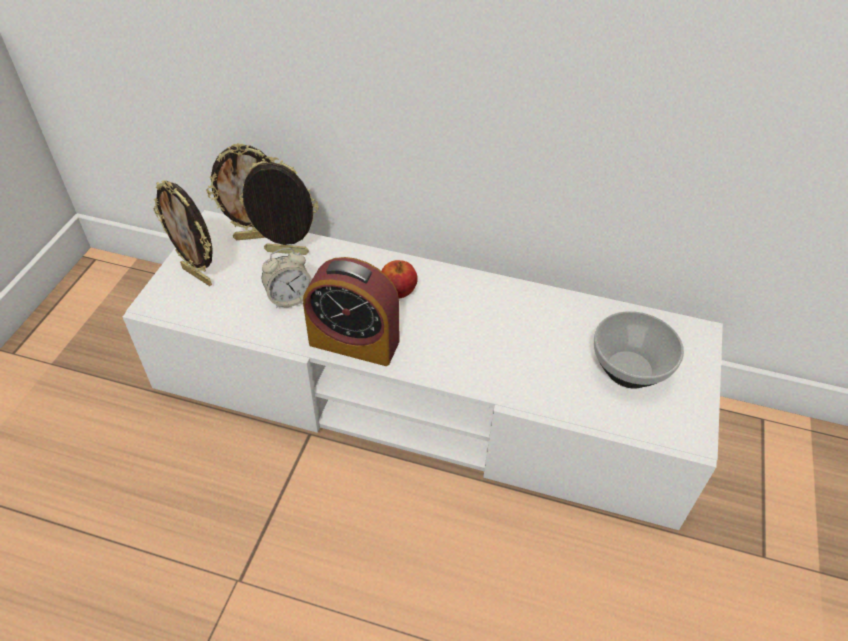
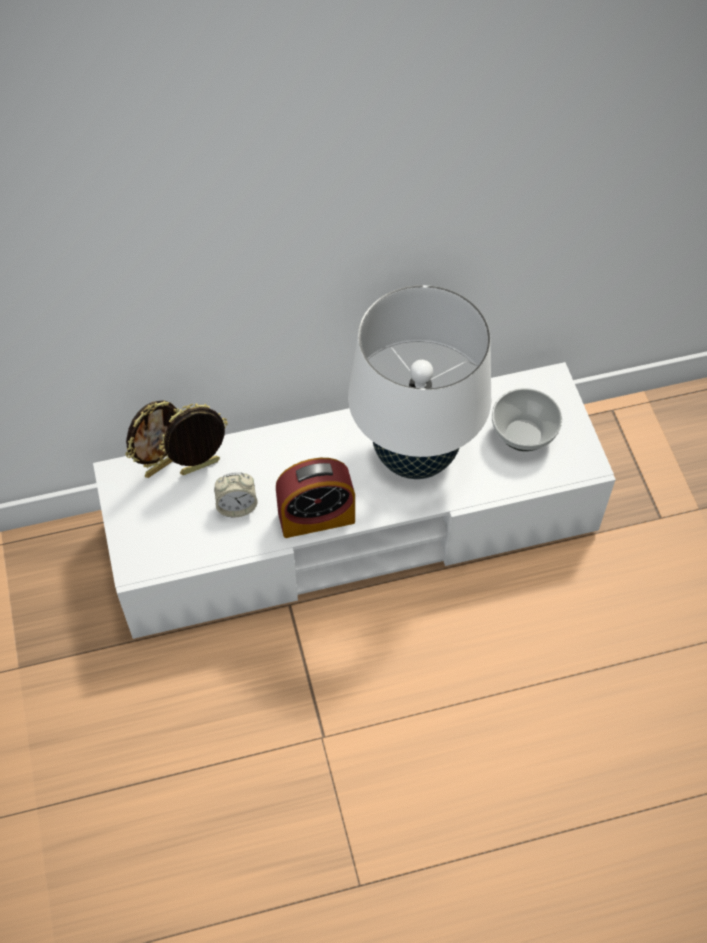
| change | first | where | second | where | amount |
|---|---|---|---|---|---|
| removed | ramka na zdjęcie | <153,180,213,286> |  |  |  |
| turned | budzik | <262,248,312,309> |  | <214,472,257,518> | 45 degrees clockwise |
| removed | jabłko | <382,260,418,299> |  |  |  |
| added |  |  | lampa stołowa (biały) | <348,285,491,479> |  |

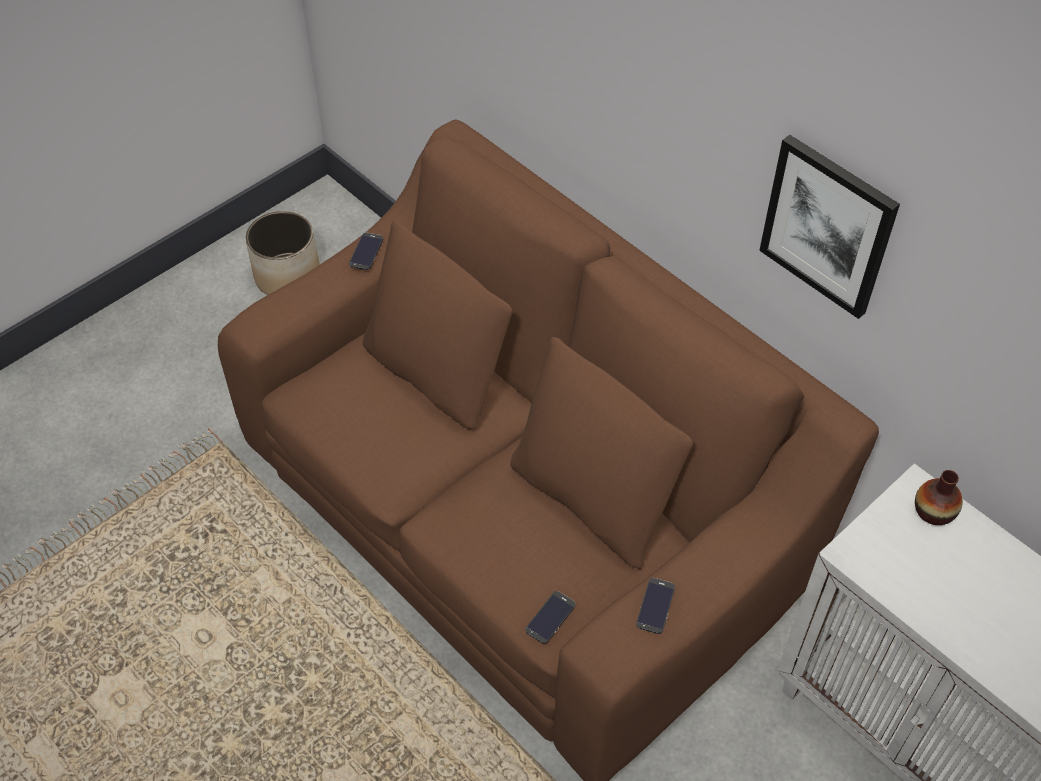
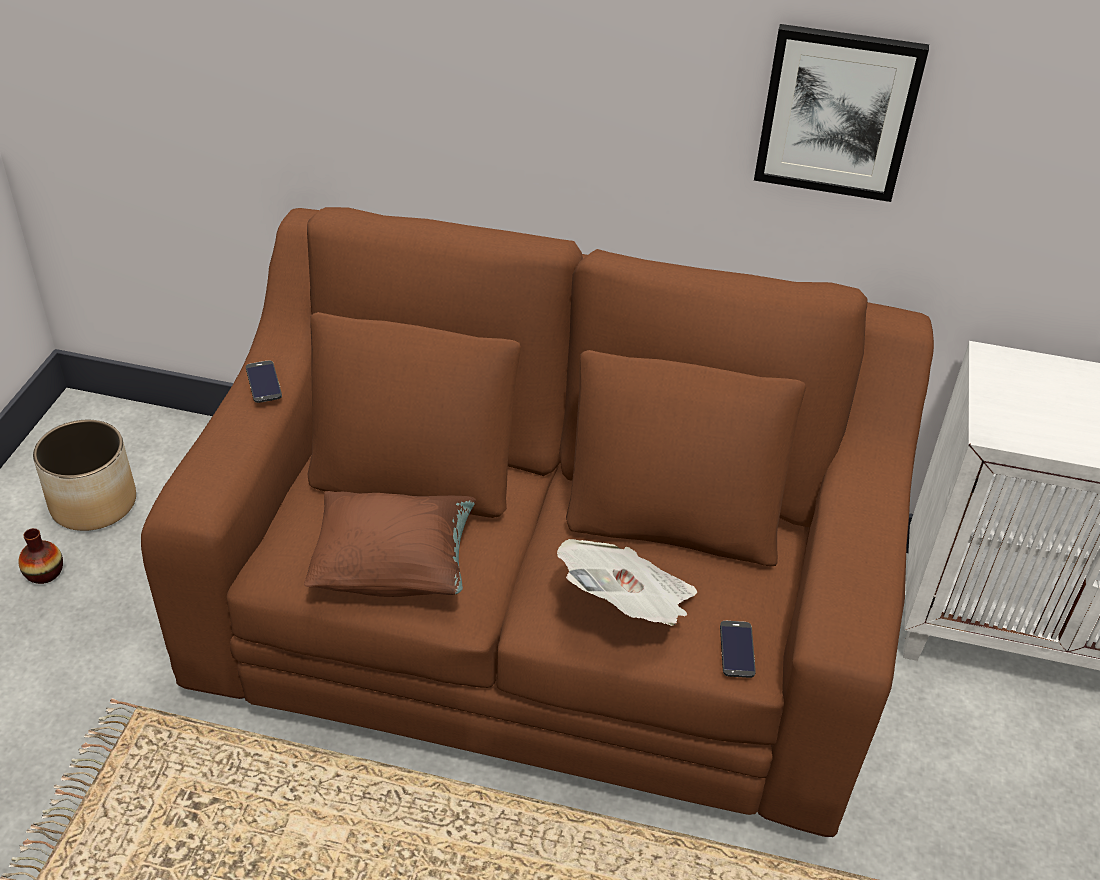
| change | first | where | second | where | amount |
|---|---|---|---|---|---|
| removed | telefon | <636,578,675,634> |  |  |  |
| moved | wazon | <915,470,963,525> |  | <18,528,63,584> |  |
| added |  |  | poduszka (brązowy) | <304,491,476,597> |  |
| added |  |  | gazeta | <557,539,697,626> |  |

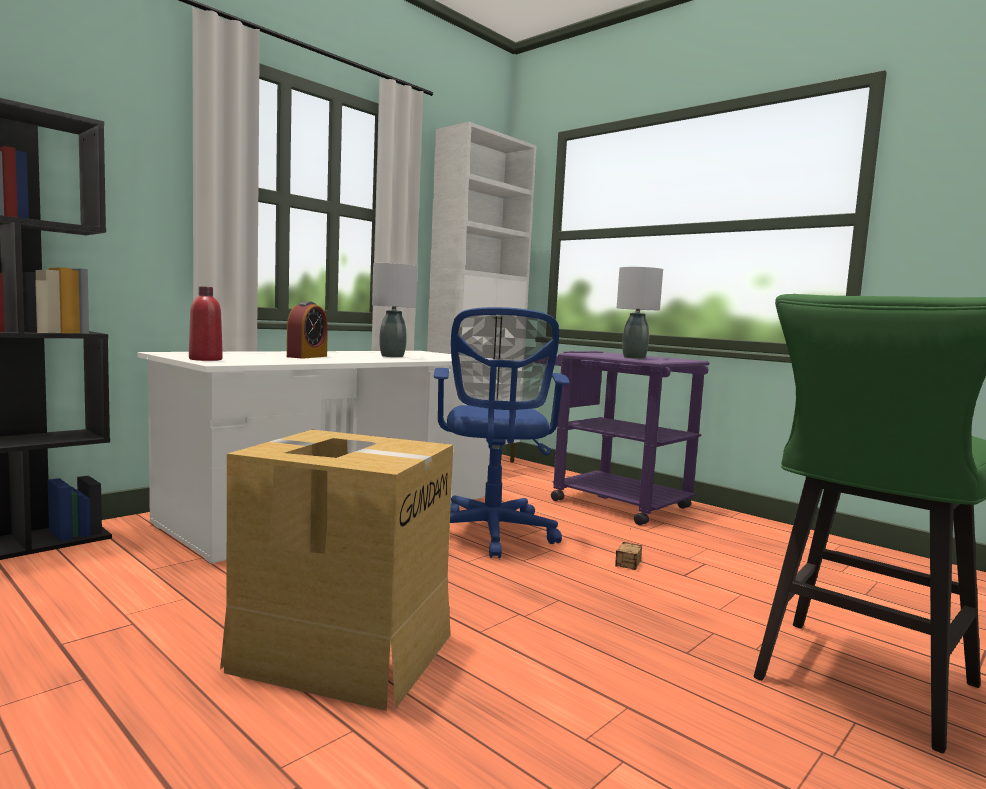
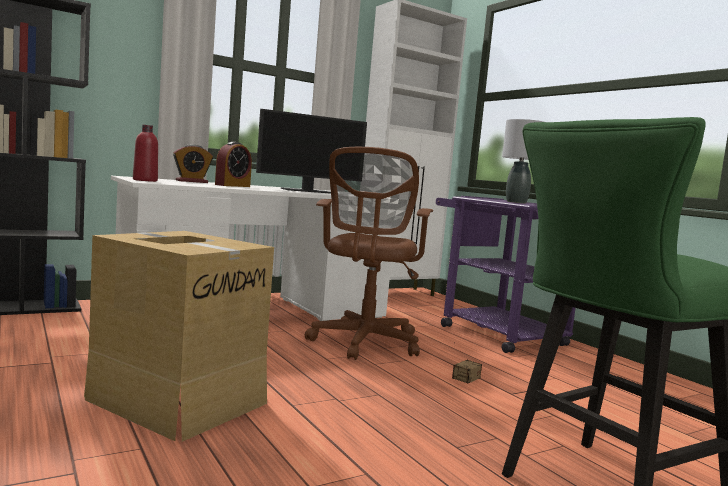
| change | first | where | second | where | amount |
|---|---|---|---|---|---|
| replaced | lampa stołowa (szary) | <372,263,418,357> | monitor | <256,109,367,194> |  |
| recoloured | krzesło biurowe (niebieski) | <434,307,569,558> | krzesło biurowe (brązowy) | <305,147,433,360> |  |
| added |  |  | budzik | <173,145,213,183> |  |

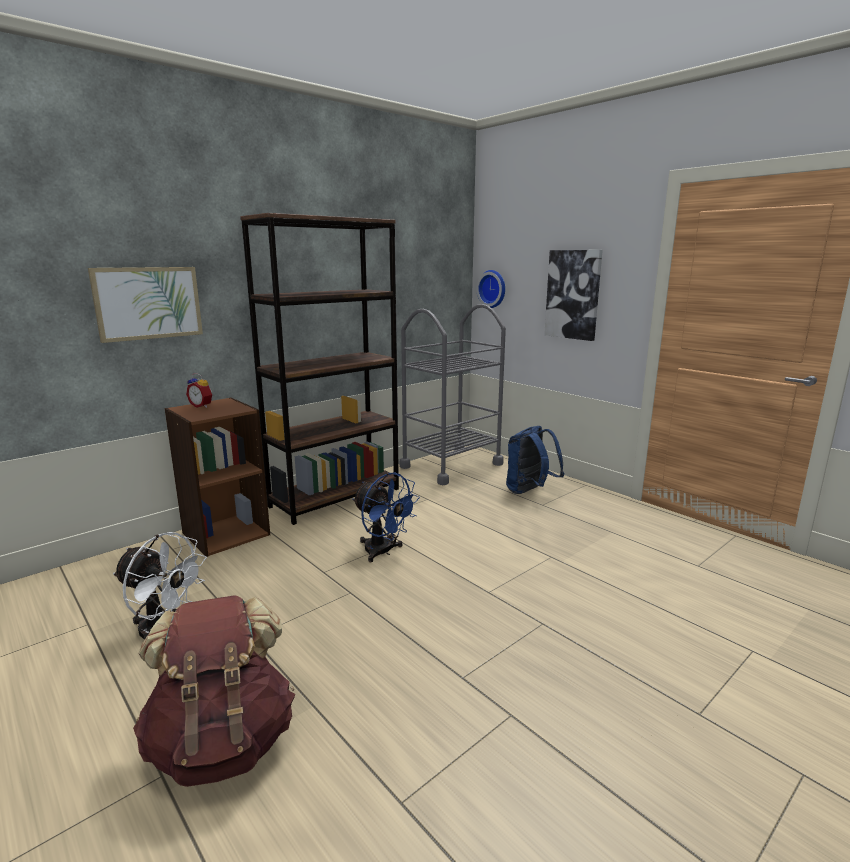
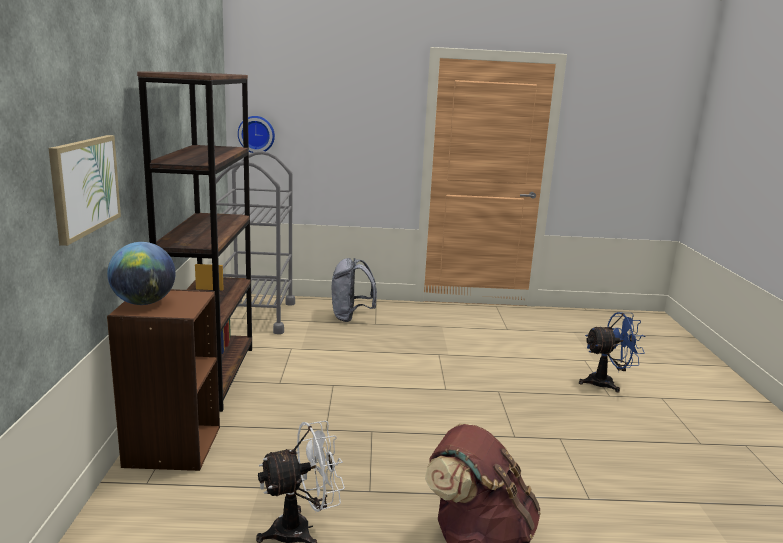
| change | first | where | second | where | amount |
|---|---|---|---|---|---|
| replaced | budzik | <186,373,212,408> | globus | <107,242,176,305> |  |
| moved | wentylator (niebieski) | <352,473,420,562> |  | <579,312,646,393> |  |
| recoloured | plecak (niebieski) | <506,426,564,494> | plecak (szary) | <332,258,377,322> |  |
| removed | obraz | <544,250,603,341> |  |  |  |

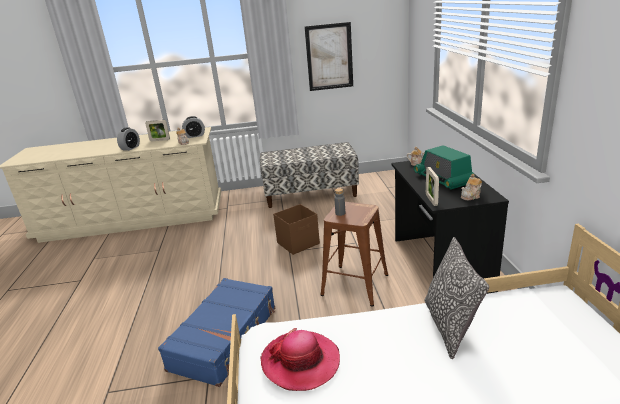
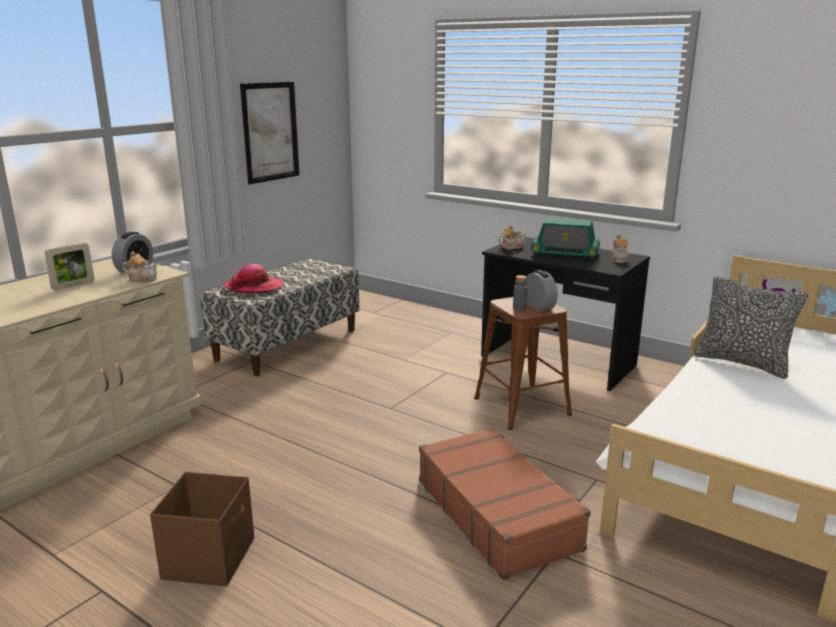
| change | first | where | second | where | amount |
|---|---|---|---|---|---|
| moved | budzik | <117,128,140,151> |  | <525,270,558,311> |  |
| recoloured | walizka (niebieski) | <158,278,275,387> | walizka (brązowy) | <419,427,591,580> |  |
| moved | kapelusz | <260,328,340,391> |  | <224,264,284,294> |  |
| moved | pojemnik do przechowywania (brązowy) | <273,204,320,255> |  | <150,472,254,587> |  |
| removed | ramka na zdjęcie | <426,167,439,206> |  |  |  |

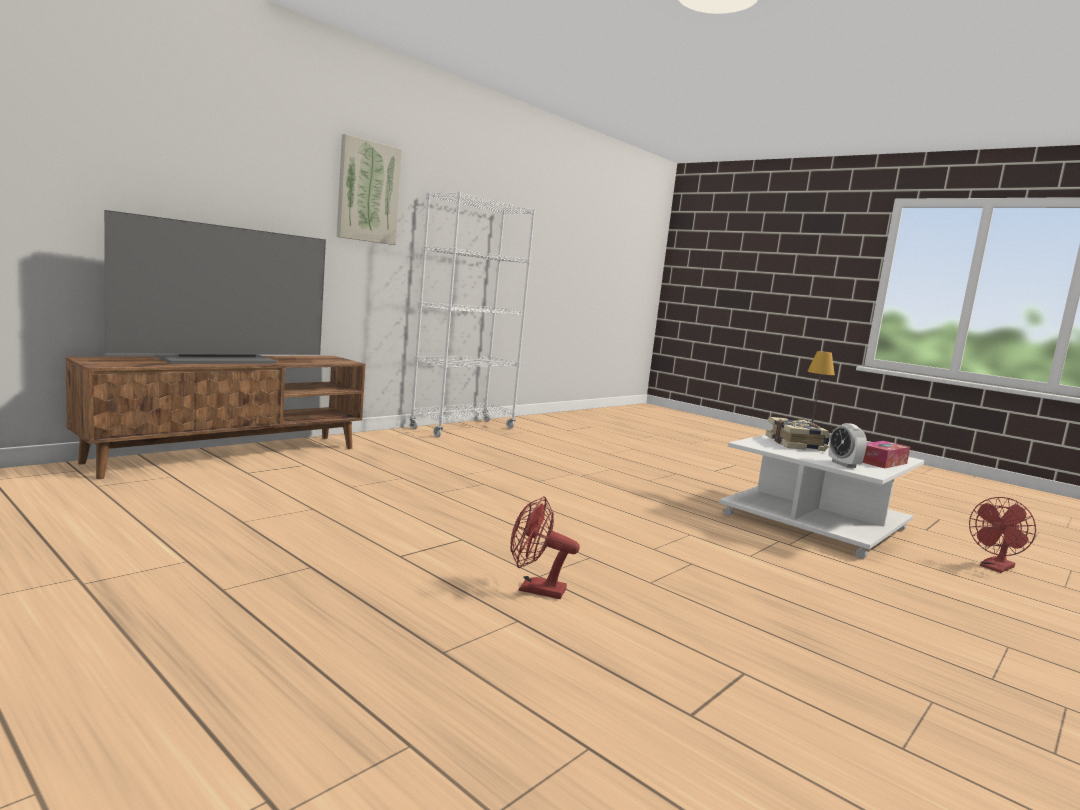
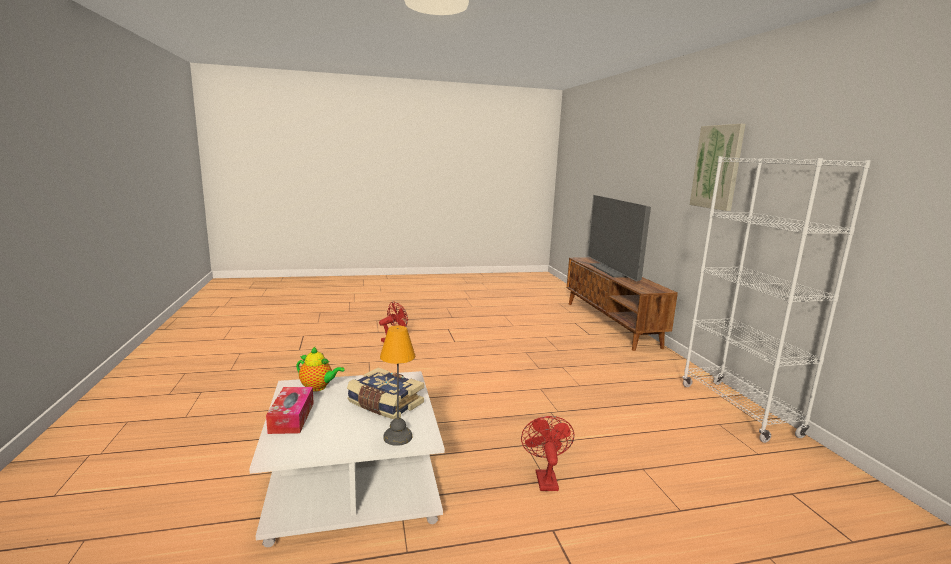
| change | first | where | second | where | amount |
|---|---|---|---|---|---|
| replaced | budzik | <828,423,867,468> | imbryk | <296,347,345,392> |  |
| moved | wentylator (czerwony) | <969,497,1036,573> |  | <521,416,574,491> |  |

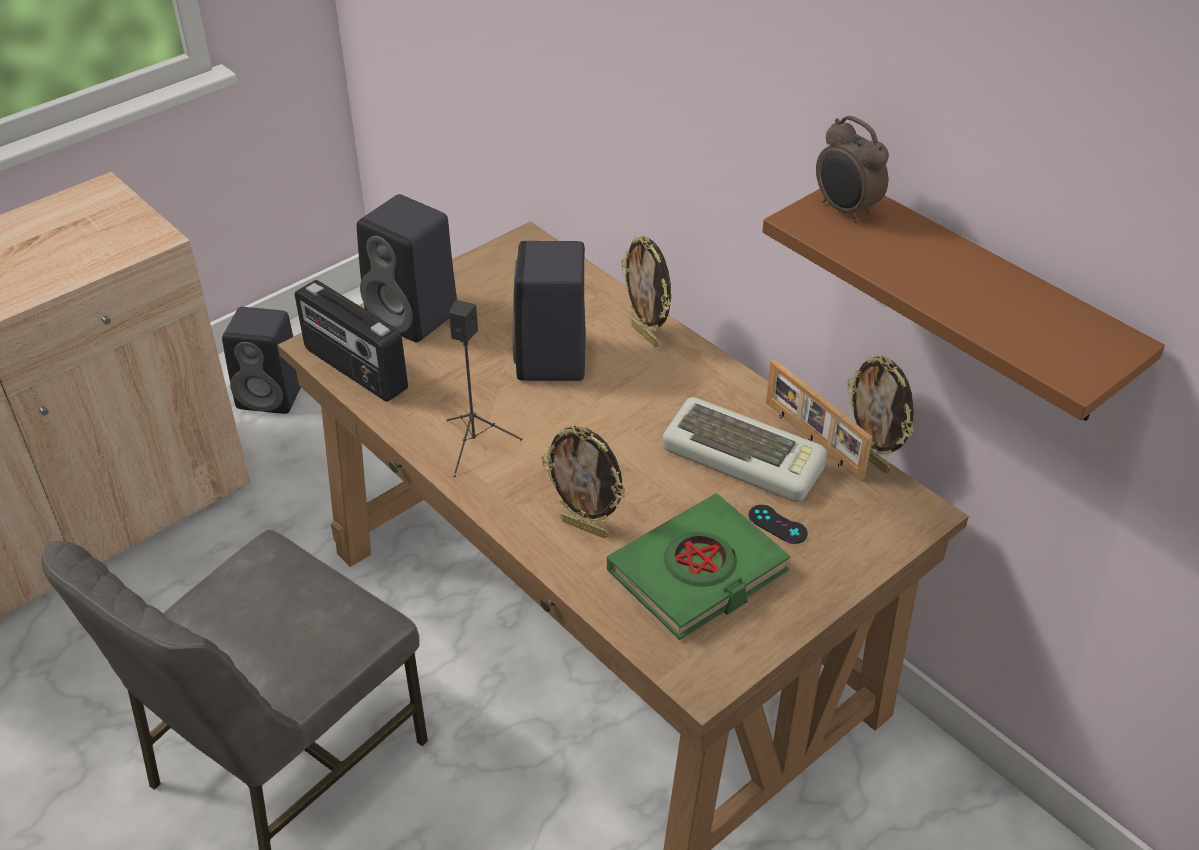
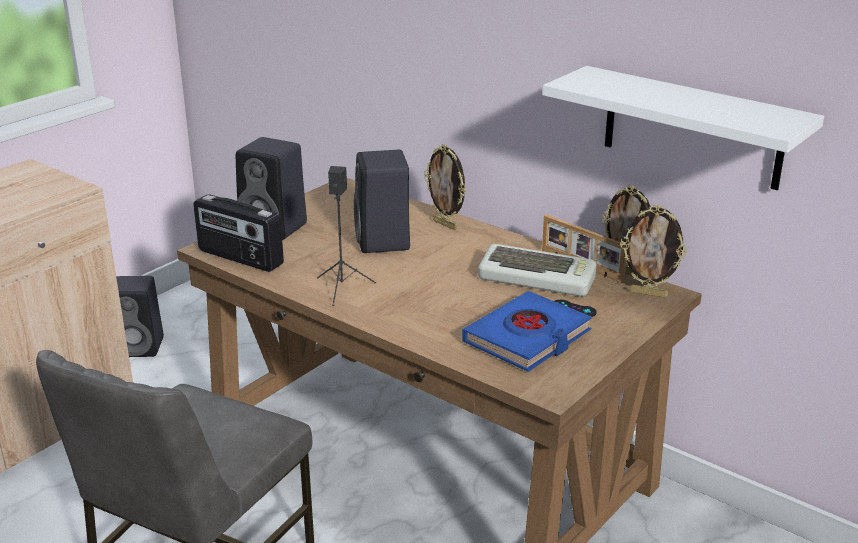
| change | first | where | second | where | amount |
|---|---|---|---|---|---|
| moved | ramka na zdjęcie | <542,426,626,538> |  | <621,205,687,297> |  |
| recoloured | książka (zielony) | <607,493,790,640> | książka (niebieski) | <462,291,592,372> |  |
| recoloured | półka (brązowy) | <762,189,1165,421> | półka (biały) | <542,66,824,190> |  |
| removed | budzik | <816,116,889,223> |  |  |  |

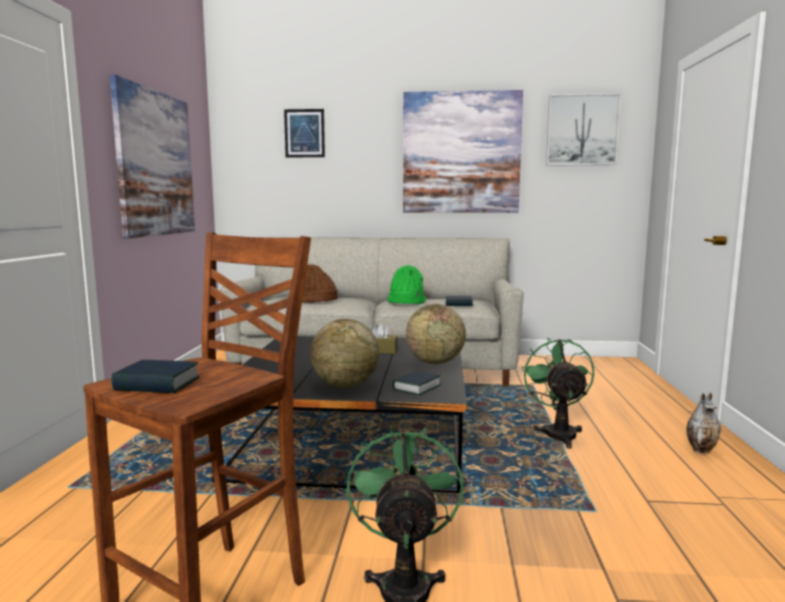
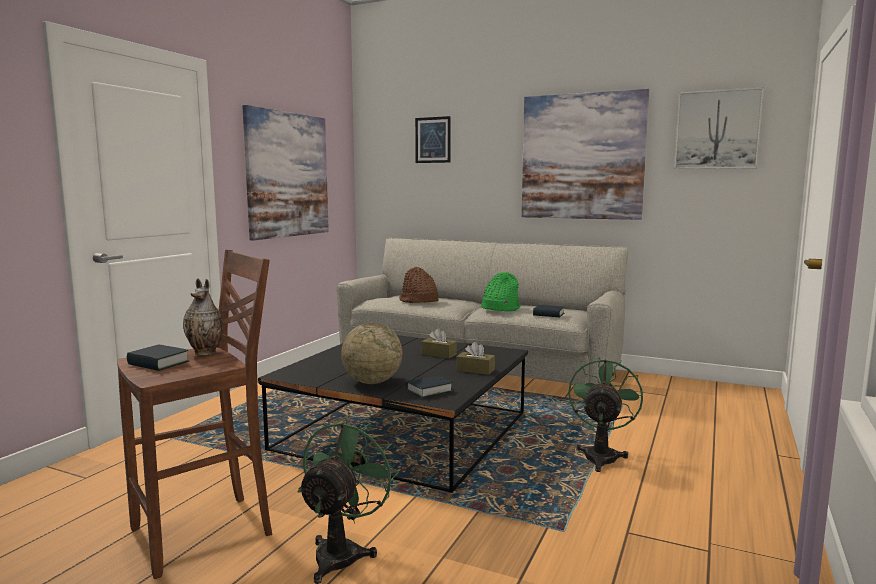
| change | first | where | second | where | amount |
|---|---|---|---|---|---|
| replaced | globus | <406,304,466,364> | pudełko chusteczek (brązowy) | <456,342,495,375> |  |
| moved | wazon | <686,393,721,454> |  | <183,279,223,355> |  |

